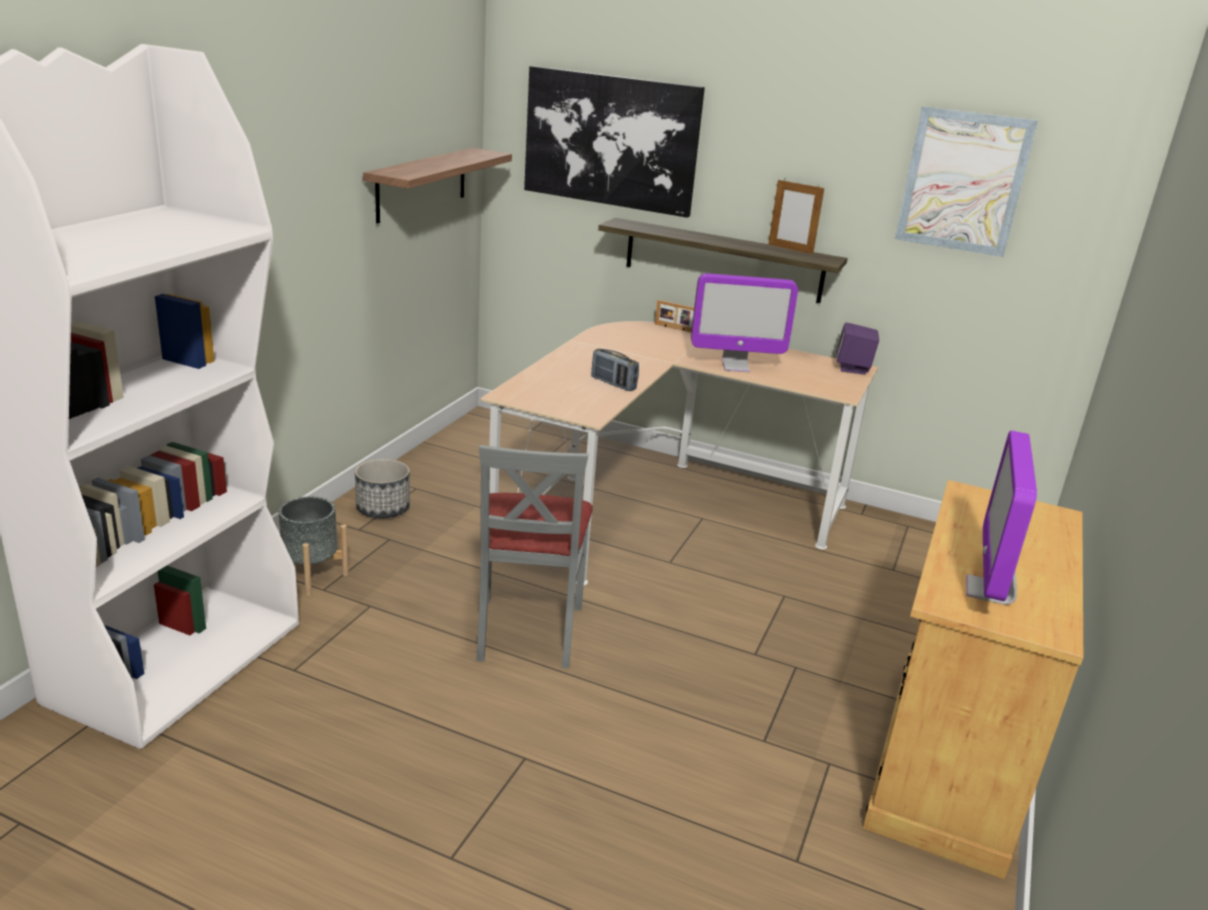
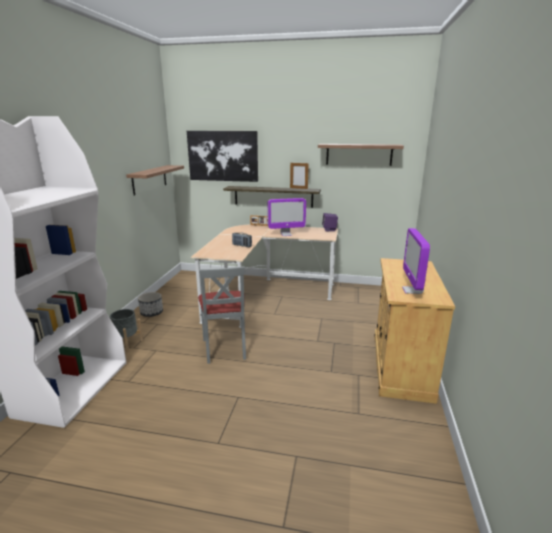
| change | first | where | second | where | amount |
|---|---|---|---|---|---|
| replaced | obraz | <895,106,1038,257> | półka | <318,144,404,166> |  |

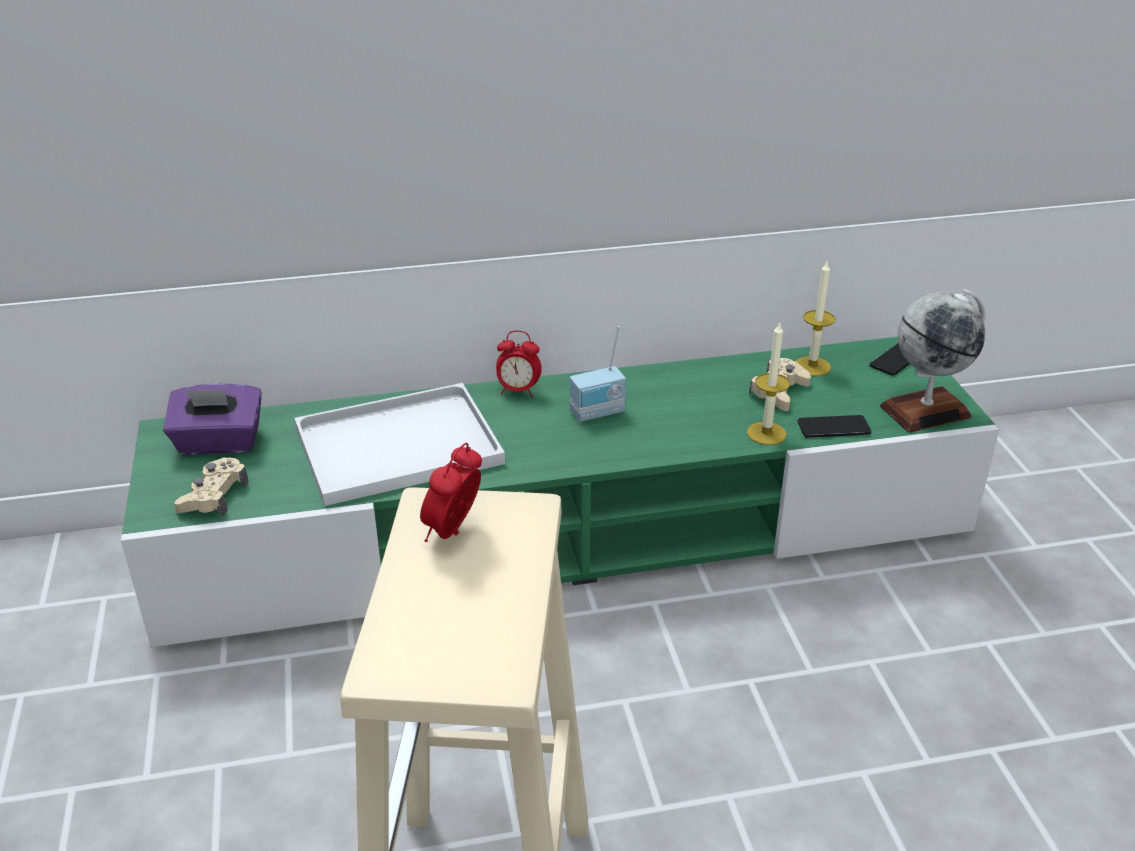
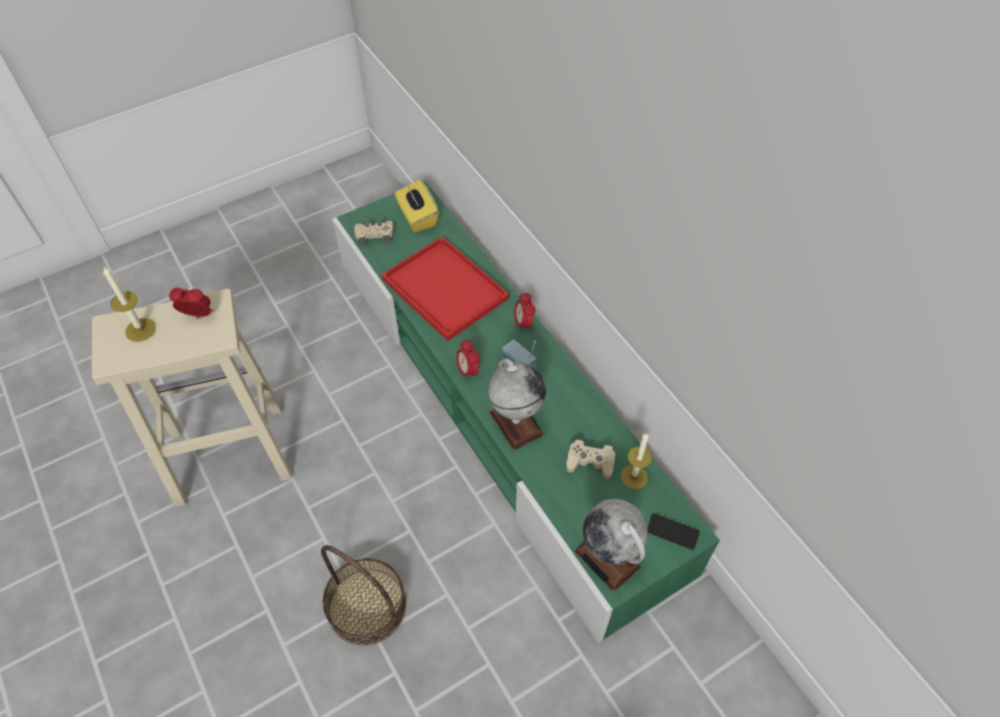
| change | first | where | second | where | amount |
|---|---|---|---|---|---|
| recoloured | pudełko chusteczek (fioletowy) | <163,384,262,455> | pudełko chusteczek (żółty) | <395,180,439,233> |  |
| recoloured | taca (biały) | <294,383,505,506> | taca (czerwony) | <381,237,509,341> |  |
| moved | świeca | <747,322,790,445> |  | <103,267,156,342> |  |
| removed | telefon | <797,415,871,438> |  |  |  |
| added |  |  | koszyk | <321,545,406,646> |  |
| added |  |  | budzik | <456,340,480,381> |  |
| added |  |  | globus | <488,359,546,450> |  |

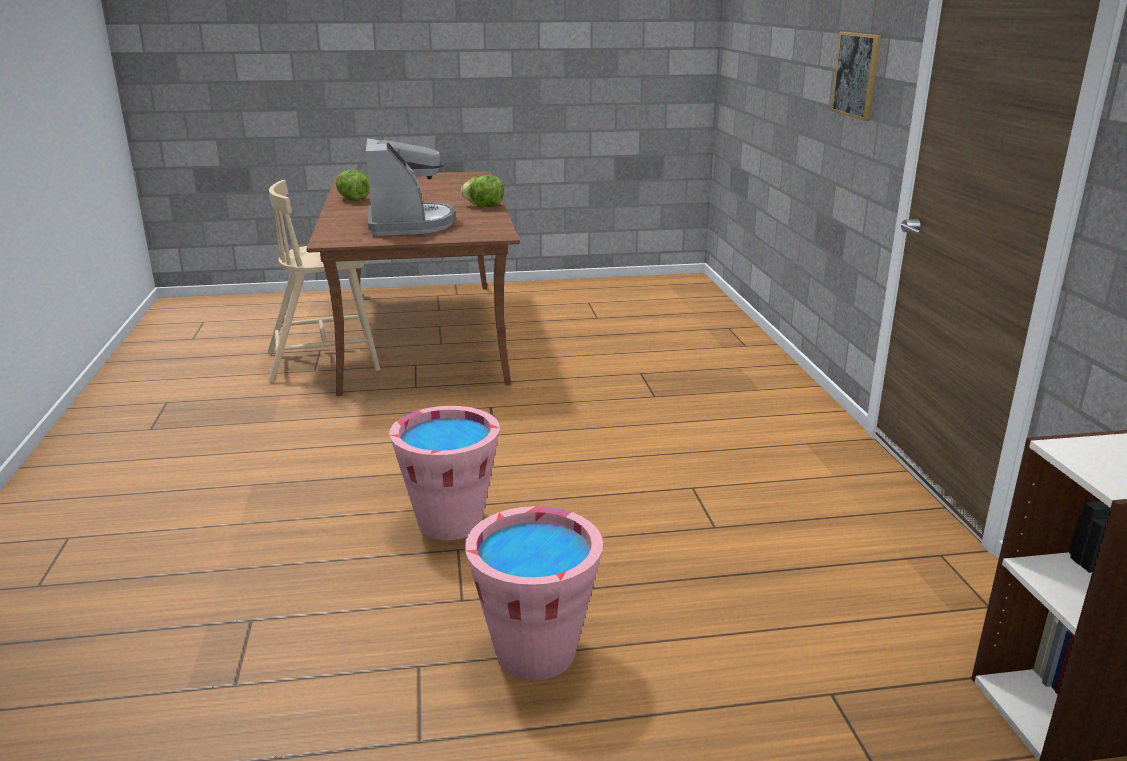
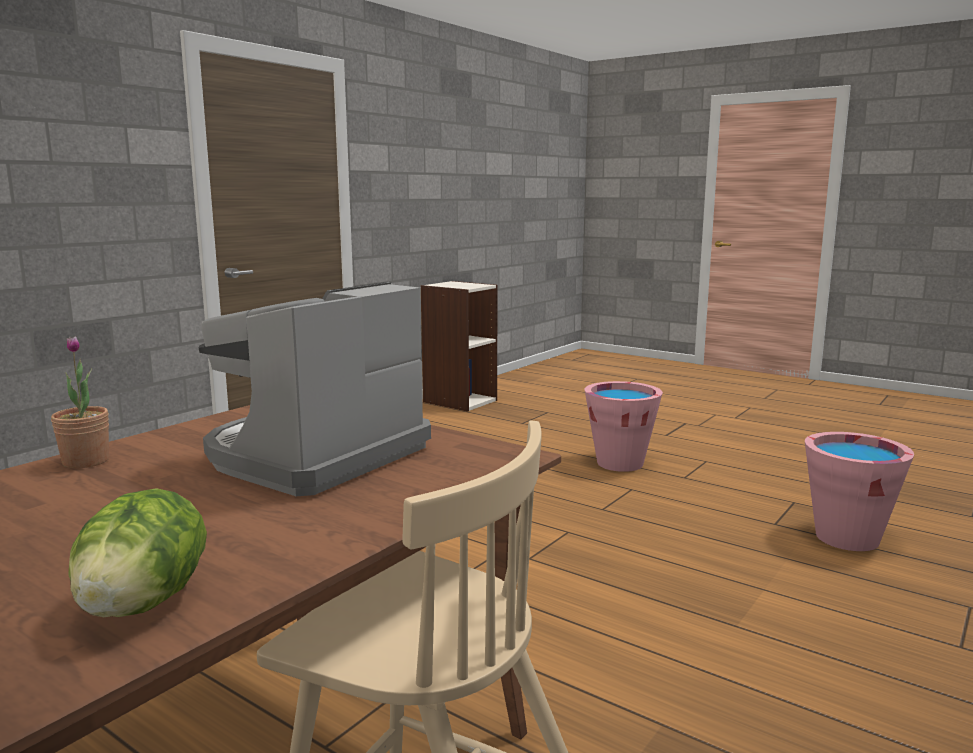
| change | first | where | second | where | amount |
|---|---|---|---|---|---|
| moved | wiadro (różowy) | <389,406,500,540> |  | <805,432,914,551> |  |
| replaced | sałata | <461,175,504,207> | roślina doniczkowa | <51,336,109,469> |  |
| removed | obraz | <831,32,881,121> |  |  |  |

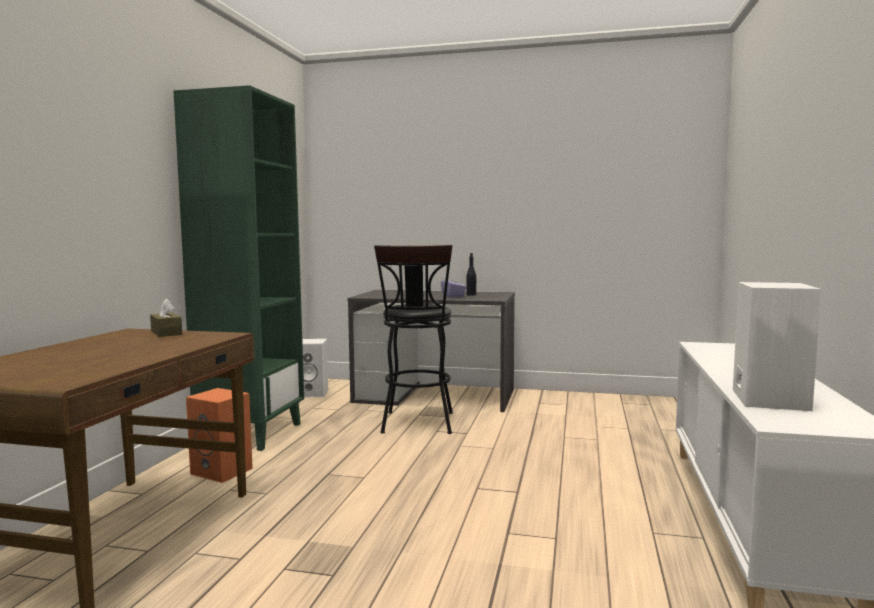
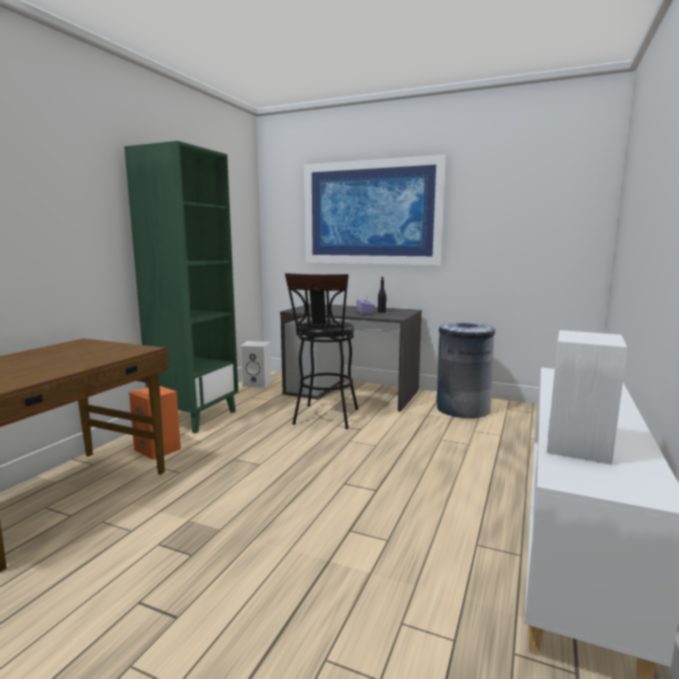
| change | first | where | second | where | amount |
|---|---|---|---|---|---|
| removed | pudełko chusteczek (brązowy) | <150,299,182,337> |  |  |  |
| added |  |  | obraz | <304,154,447,265> |  |
| added |  |  | kosz na śmieci (szary) | <436,323,495,418> |  |

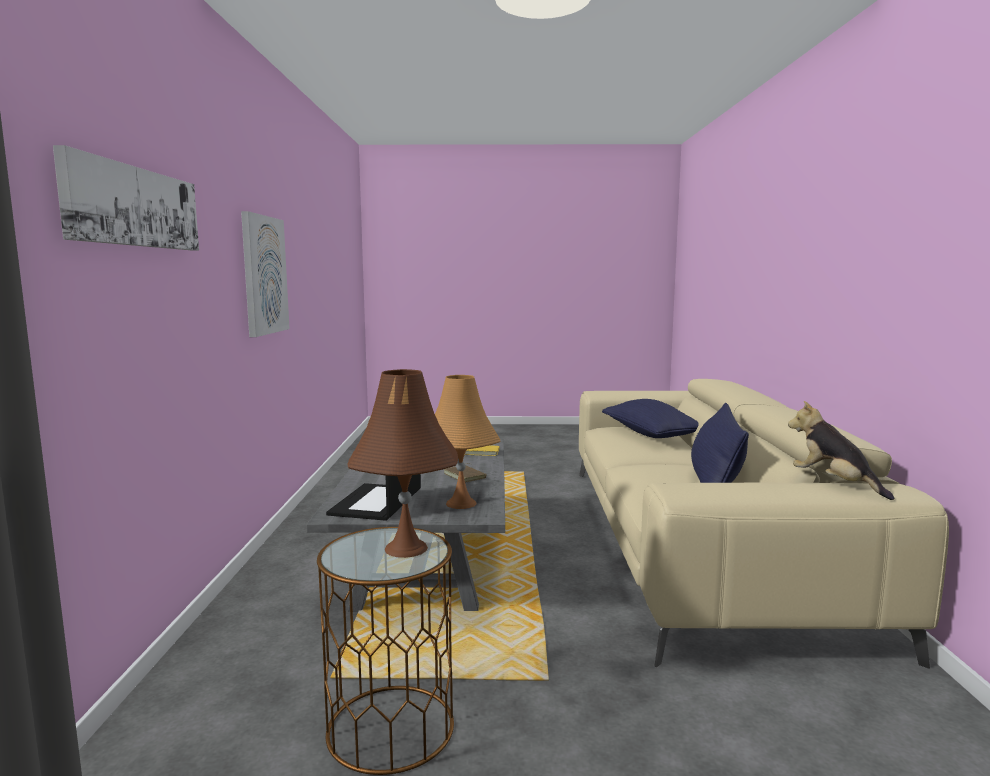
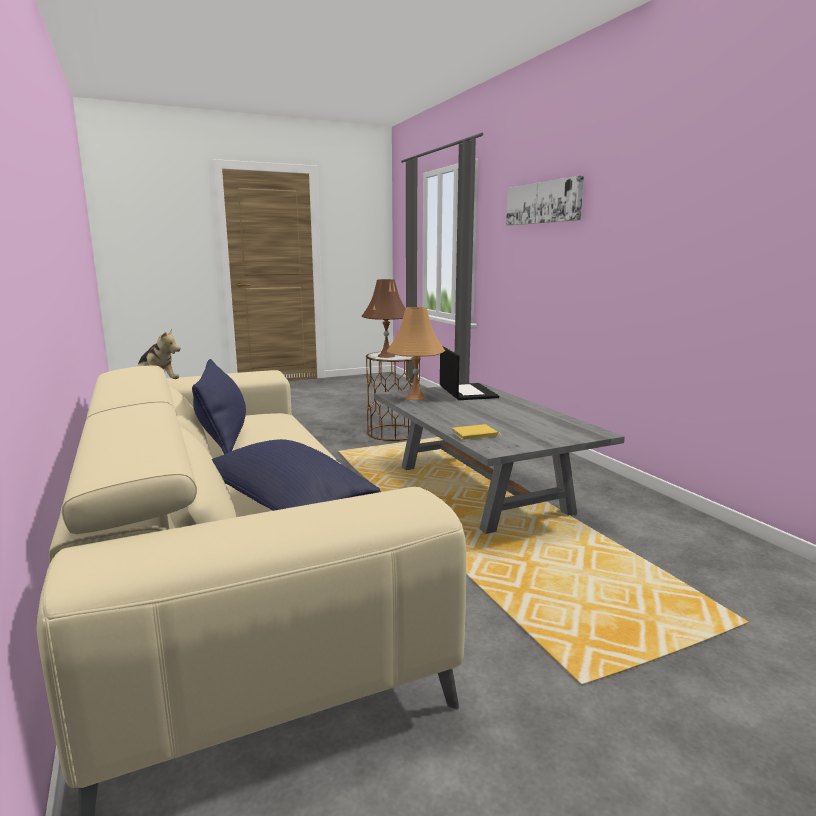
| change | first | where | second | where | amount |
|---|---|---|---|---|---|
| removed | obraz | <241,211,290,337> |  |  |  |
| removed | książka (brązowy) | <444,466,486,483> |  |  |  |

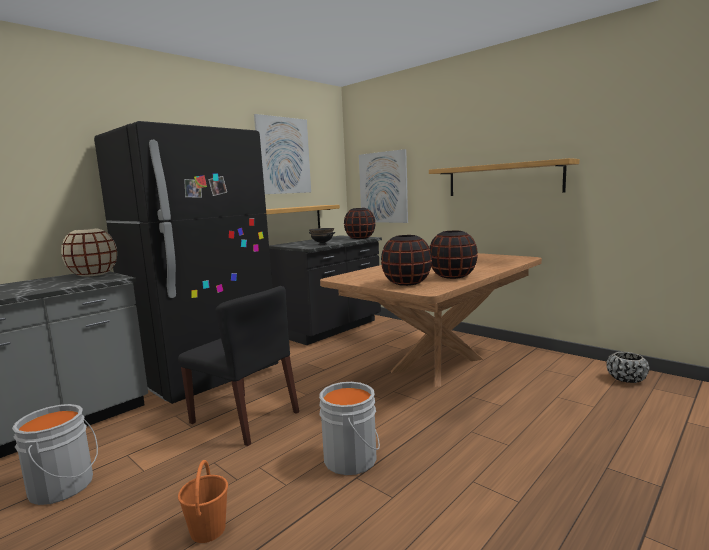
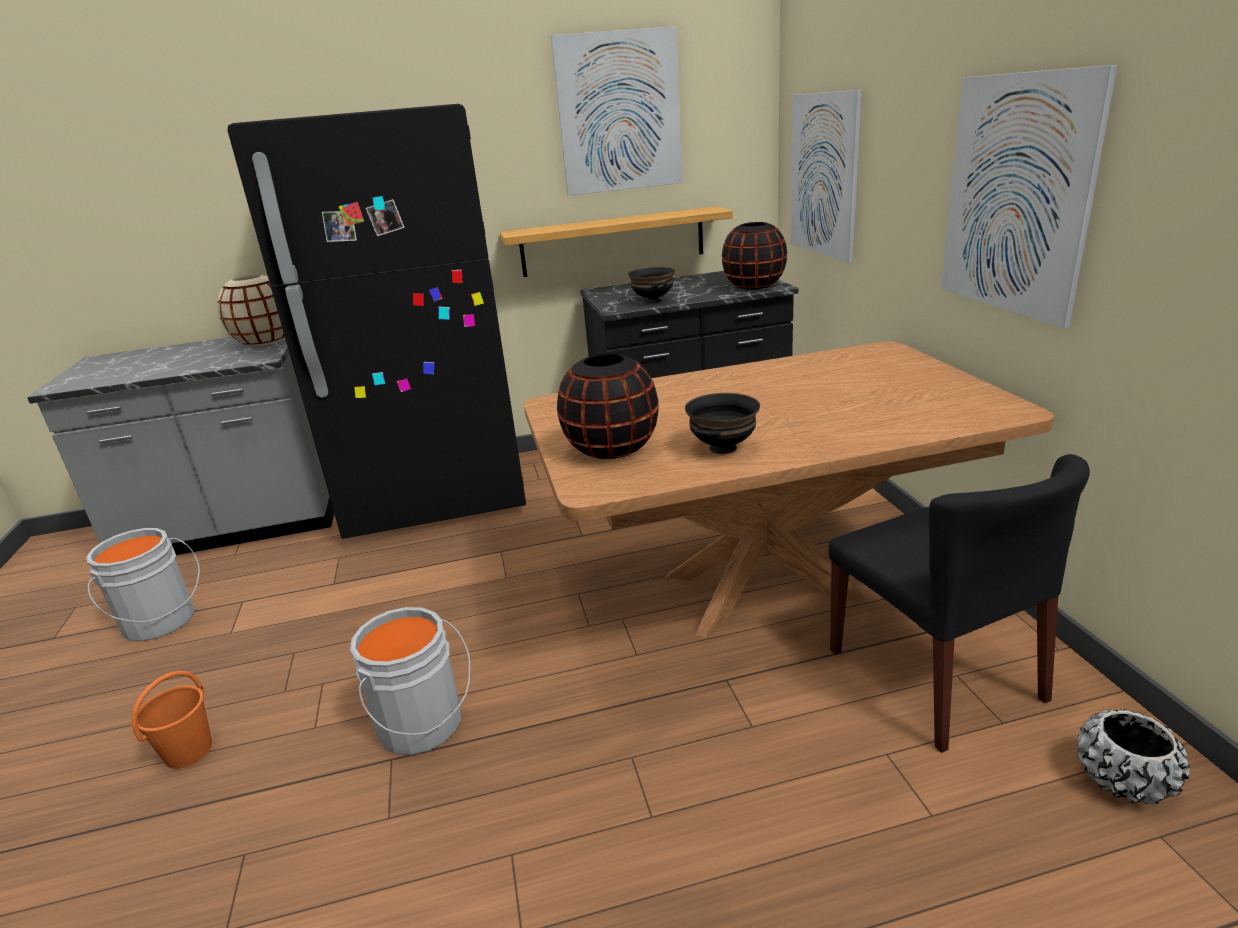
| change | first | where | second | where | amount |
|---|---|---|---|---|---|
| moved | krzesło (czarny) | <178,286,299,446> |  | <829,454,1090,753> |  |
| replaced | półka | <429,158,580,196> | obraz | <941,65,1118,328> |  |
| replaced | wazon (czarny) | <429,231,478,279> | miska (czarny) | <685,393,760,454> |  |

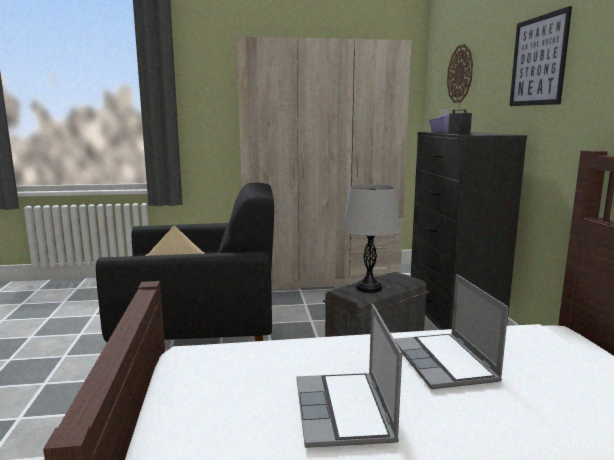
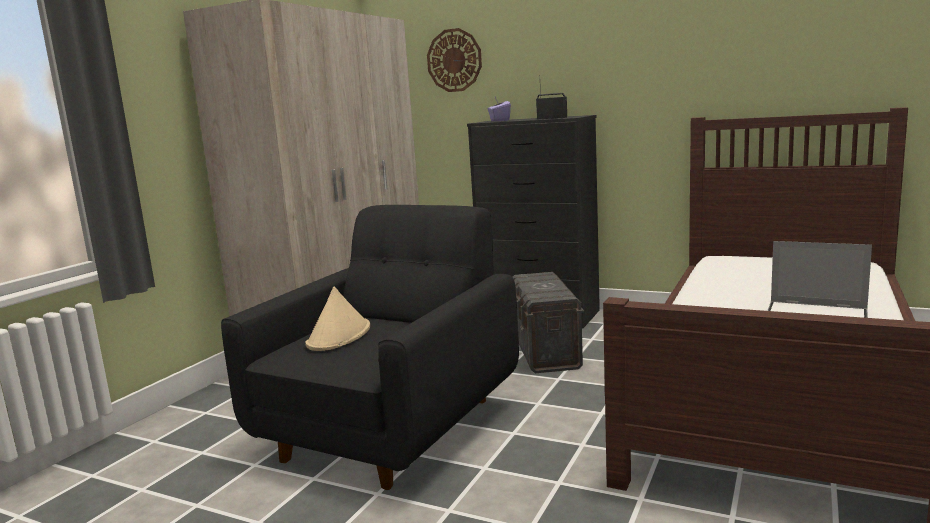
| change | first | where | second | where | amount |
|---|---|---|---|---|---|
| removed | lampa stołowa (szary) | <342,184,401,293> |  |  |  |
| removed | laptop | <394,274,509,389> |  |  |  |
| removed | obraz | <509,6,572,106> |  |  |  |

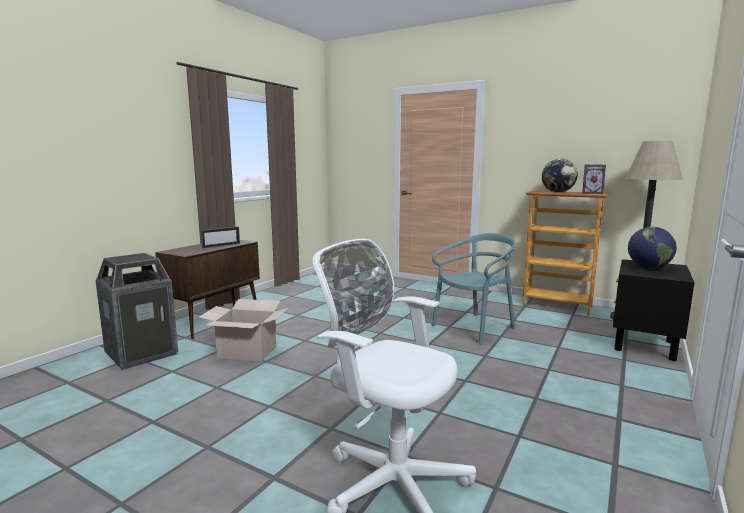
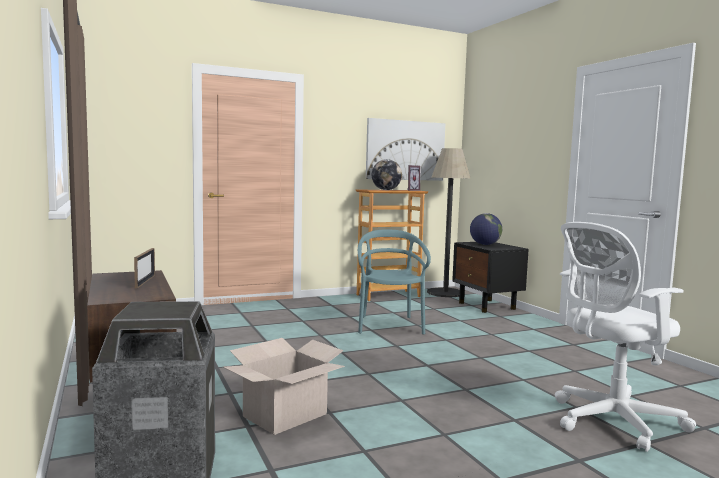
| change | first | where | second | where | amount |
|---|---|---|---|---|---|
| added |  |  | obraz | <366,118,445,181> |  |

